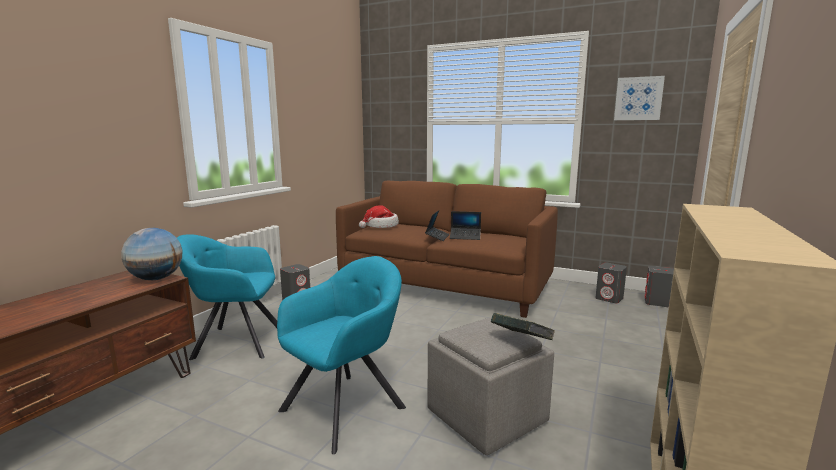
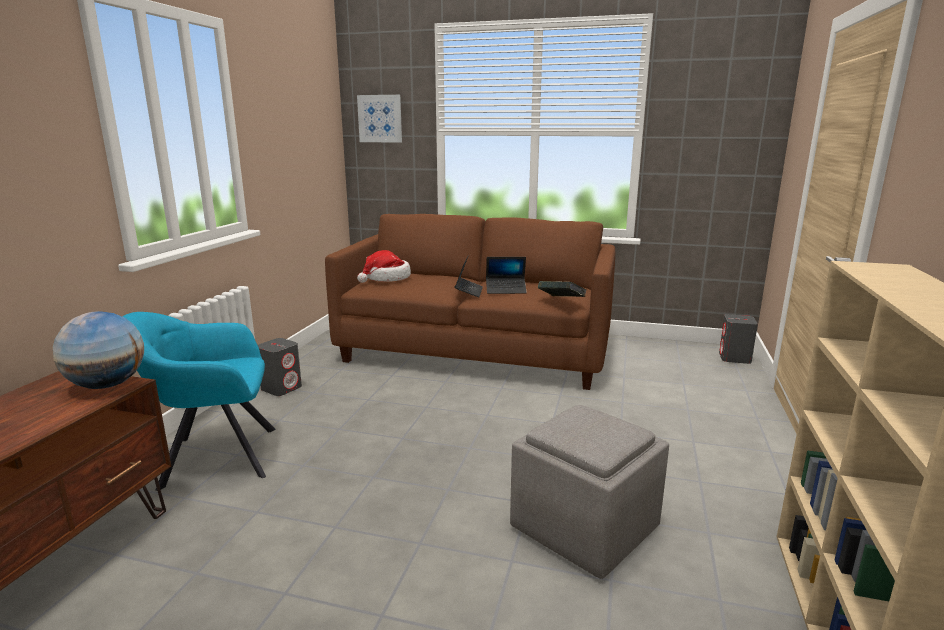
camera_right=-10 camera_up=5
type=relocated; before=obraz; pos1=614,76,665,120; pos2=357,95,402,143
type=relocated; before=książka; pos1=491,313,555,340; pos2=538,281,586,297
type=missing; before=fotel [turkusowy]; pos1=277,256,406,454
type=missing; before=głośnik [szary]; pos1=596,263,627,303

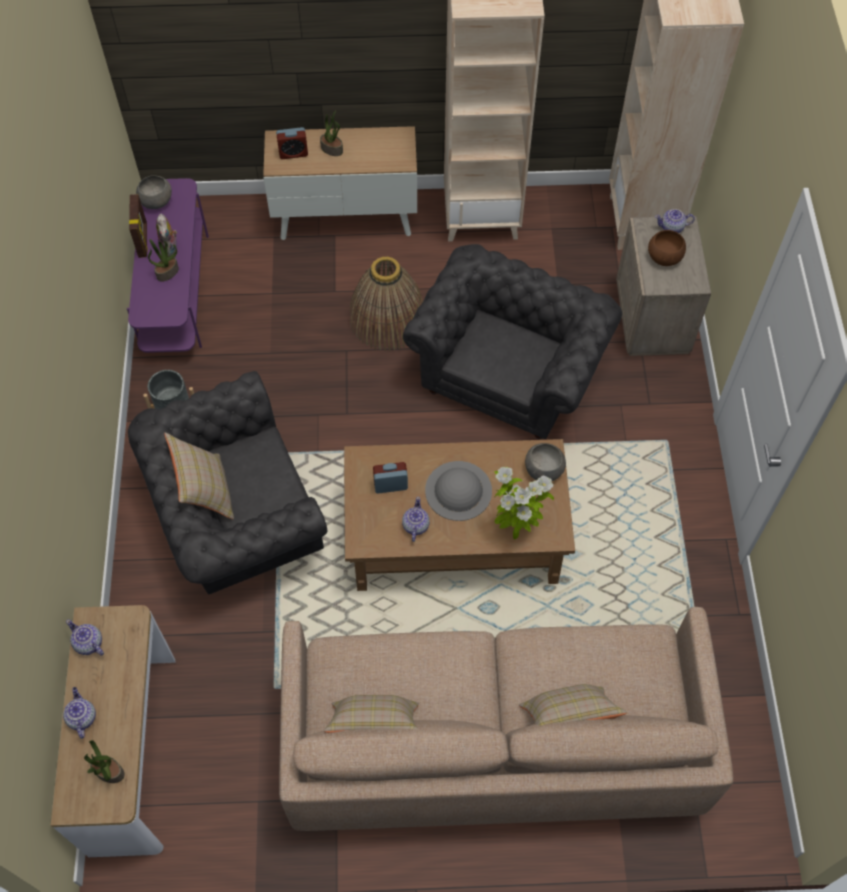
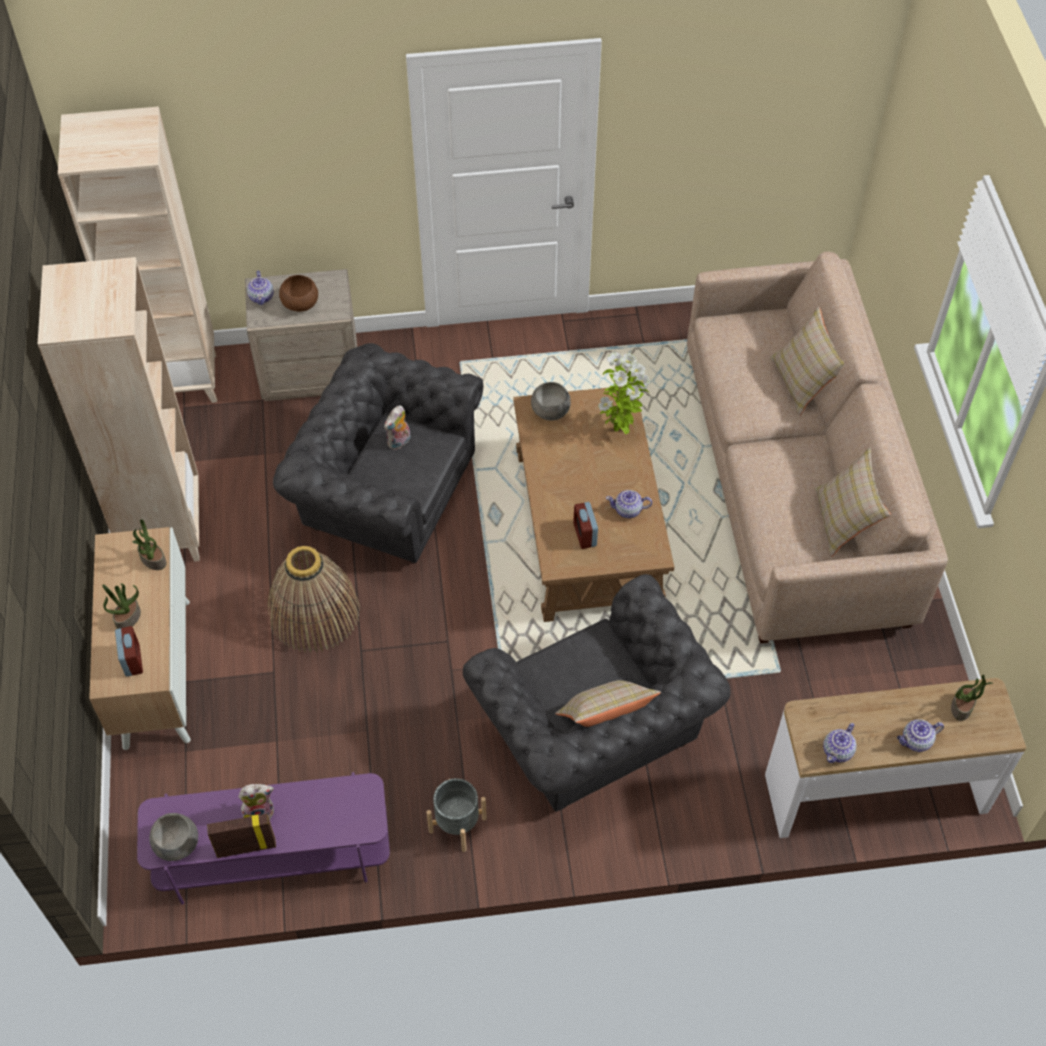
camera_right=-95 camera_up=-5
type=relocated; before=roślina doniczkowa; pos1=148,239,179,282; pos2=132,519,166,570
type=appeared; after=pluszak; pos2=384,405,411,450
type=missing; before=kapelusz [szary]; pos1=425,461,492,521

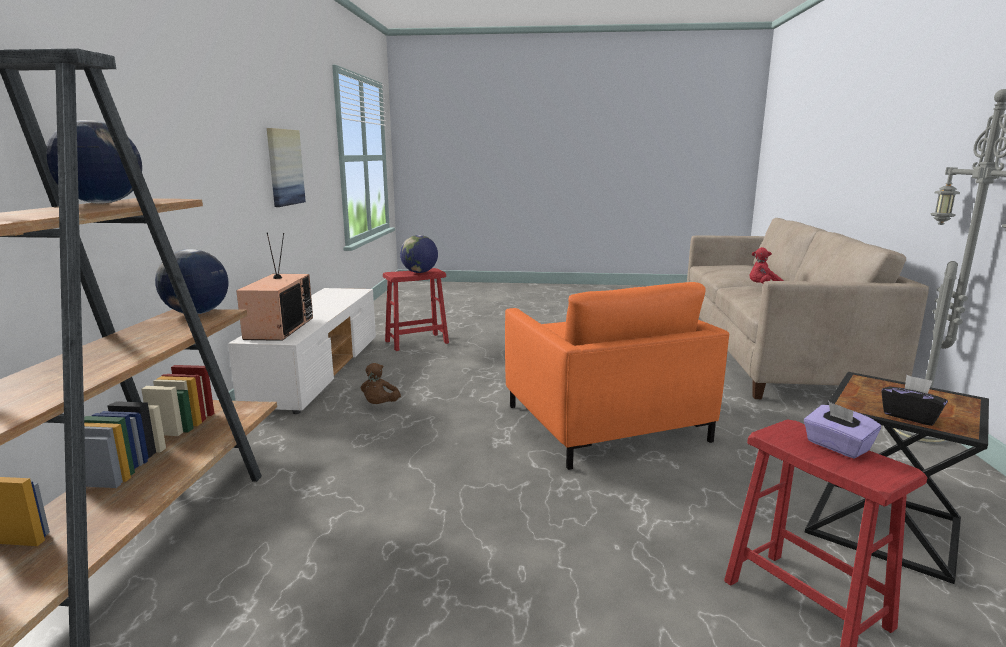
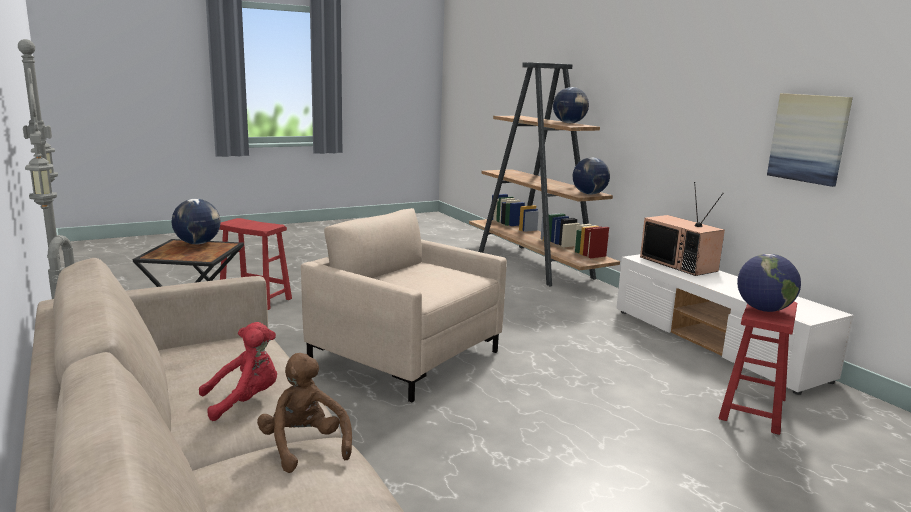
camera_right=145 camera_up=0
type=exchanged; before=pudełko chusteczek [czarny]; after=globus; pos1=881,375,948,426; pos2=172,199,220,244
type=relocated; before=pluszak [brązowy]; pos1=361,363,401,404; pos2=257,353,352,473
type=colour; before=fotel [pomarańczowy]; after=fotel [beżowy]; pos1=505,282,729,470; pos2=301,208,507,403
type=missing; before=pudełko chusteczek [fioletowy]; pos1=804,401,881,459

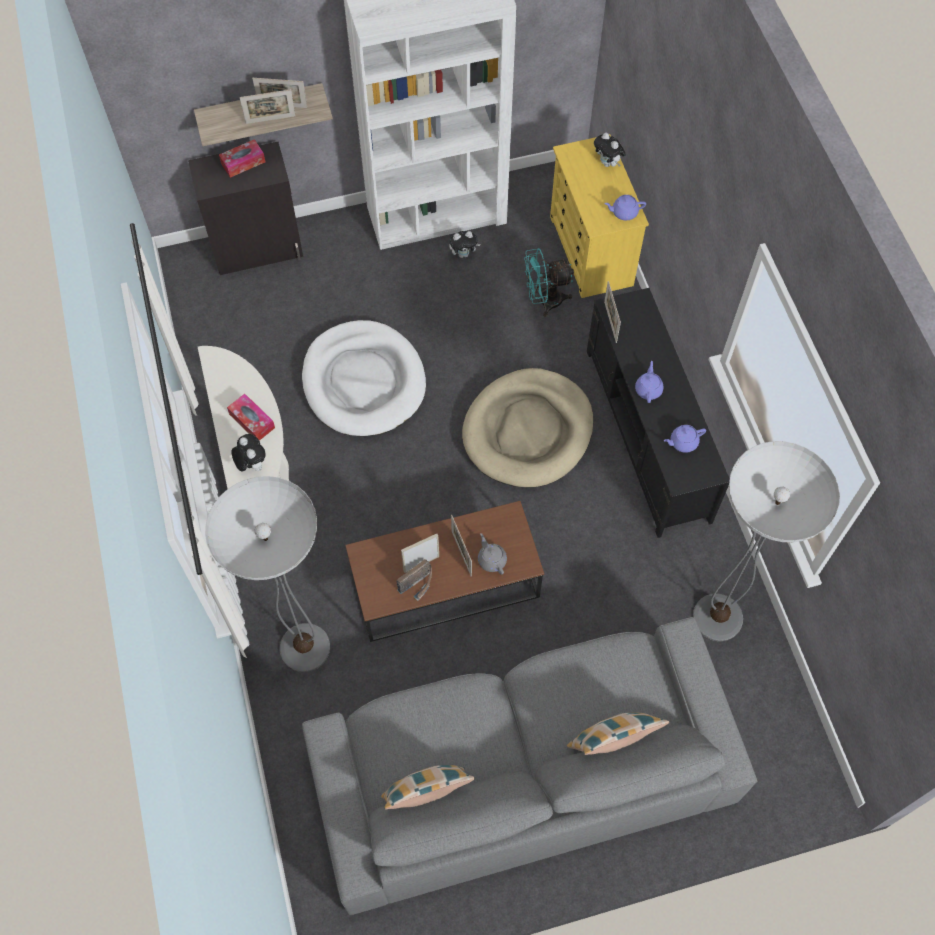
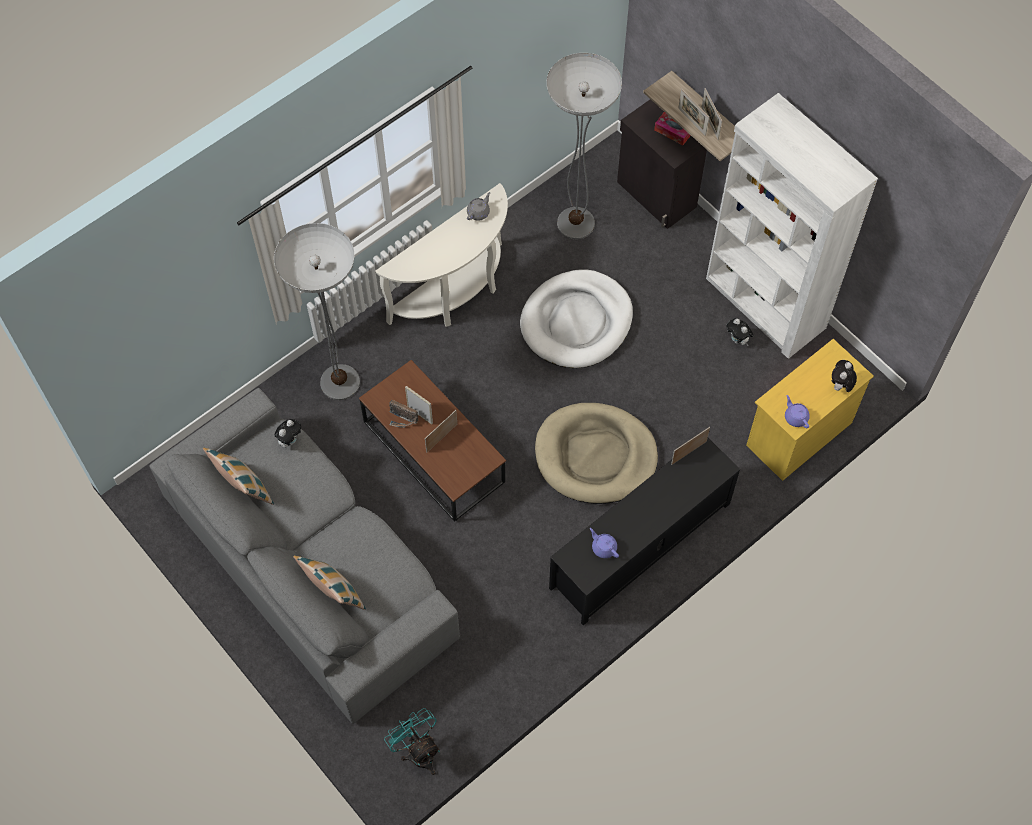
camera_right=65 camera_up=0
type=relocated; before=pluszak; pos1=231,434,266,472; pos2=274,419,301,448
type=relocated; before=wentylator [turkusowy]; pos1=524,248,574,317; pos2=384,708,440,775
type=relocated; before=imbryk [szary]; pos1=478,533,507,575; pos2=467,192,490,221
type=relocated; before=lampa stojąca; pos1=693,441,840,641; pos2=547,53,622,239
type=missing; before=pudełko chusteczek; pos1=227,394,275,441
type=missing; before=imbryk [fioletowy]; pos1=635,361,664,403

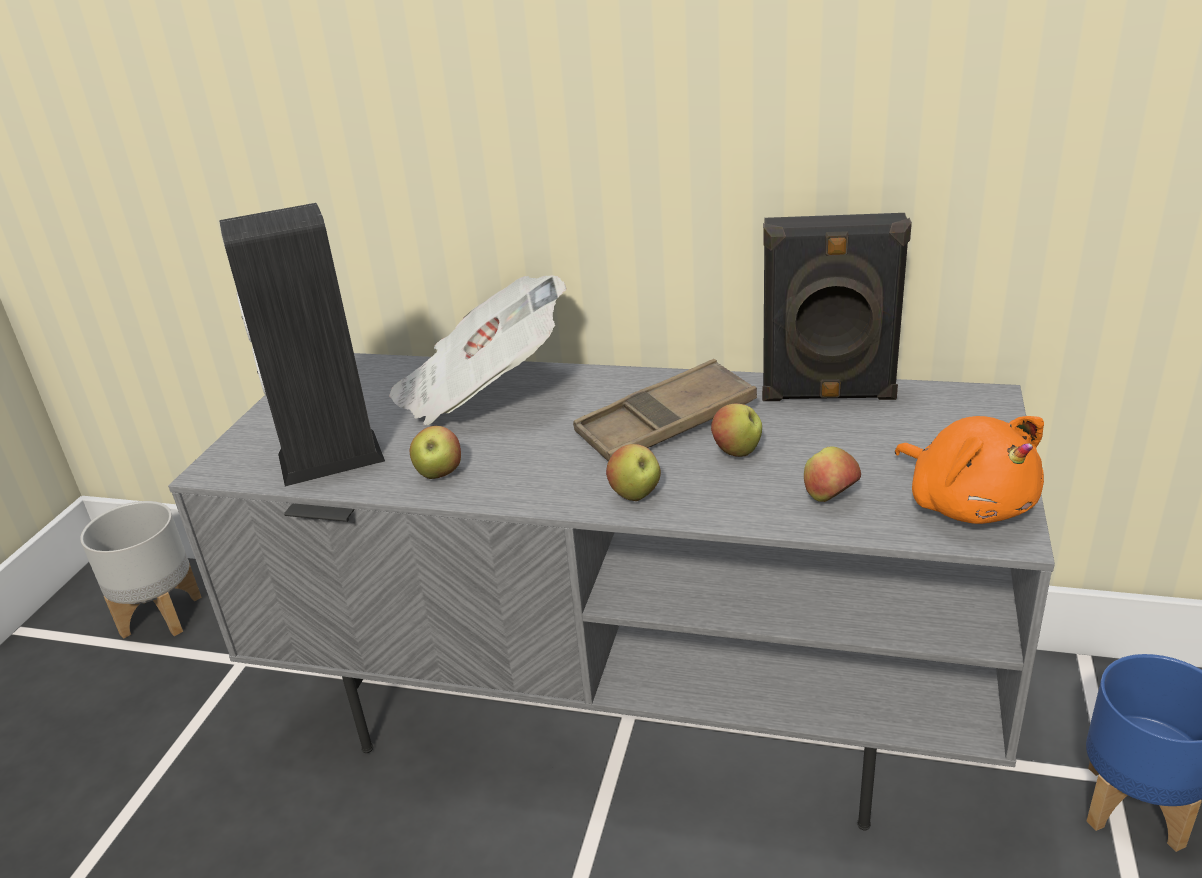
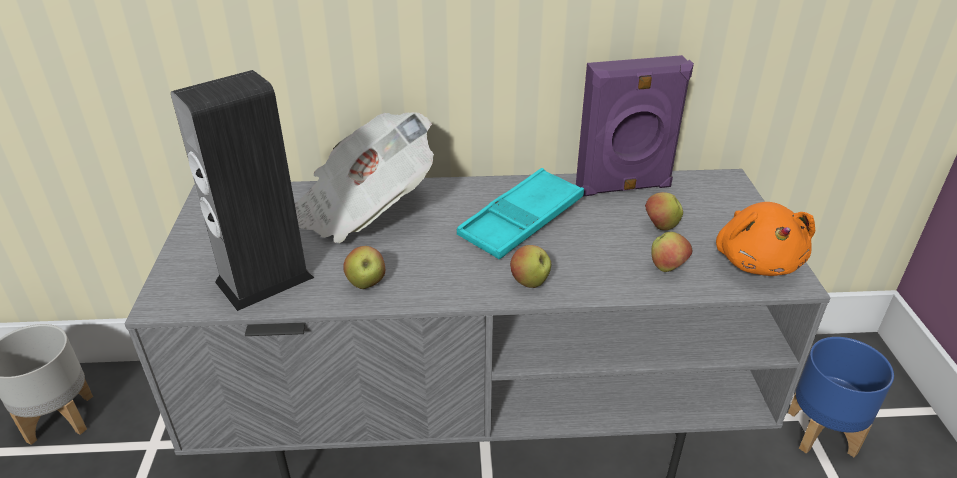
camera_right=-20 camera_up=5
type=colour; before=taca [brązowy]; after=taca [turkusowy]; pos1=573,359,757,461; pos2=457,168,584,259
type=colour; before=głośnik [czarny]; after=głośnik [fioletowy]; pos1=762,213,912,401; pos2=576,55,694,196
type=relocated; before=jabłko; pos1=711,404,762,457; pos2=645,192,683,230
type=spun; before=pluszak [pomarańczowy]; pos1=895,416,1044,524; pos2=716,202,815,276; turn=45

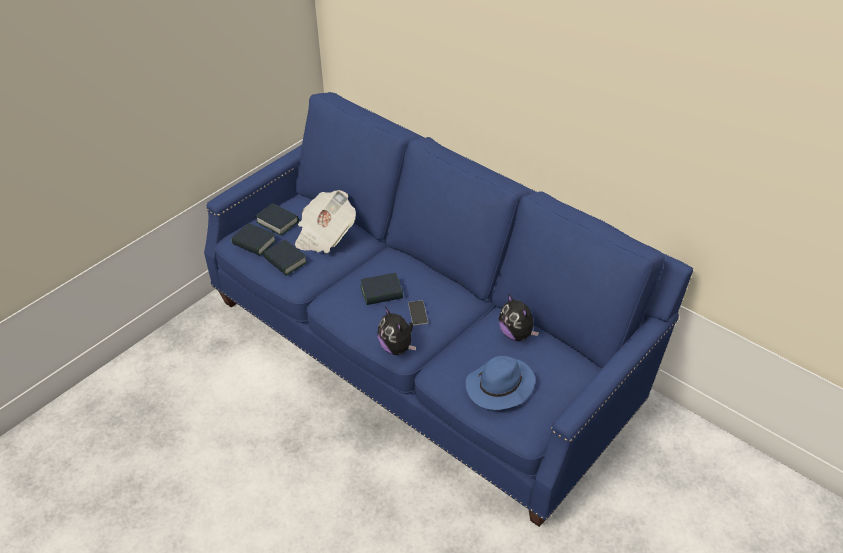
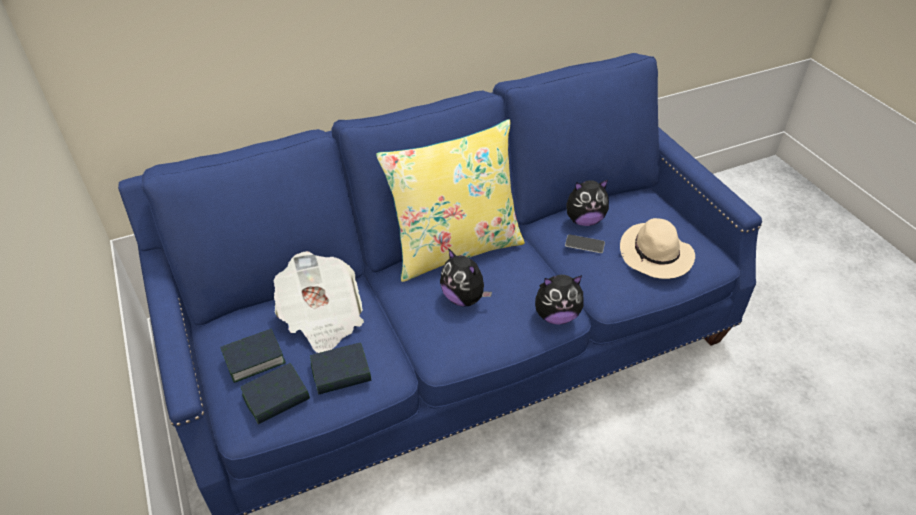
camera_right=-65 camera_up=0
type=appeared; after=poduszka [żółty]; pos2=376,119,525,282
type=exchanged; before=książka; after=pluszak; pos1=360,273,403,305; pos2=440,248,492,307
type=relocated; before=telefon; pos1=408,300,428,325; pos2=565,234,605,253
type=colour; before=kapelusz [niebieski]; after=kapelusz [beżowy]; pos1=466,356,535,410; pos2=620,218,695,279

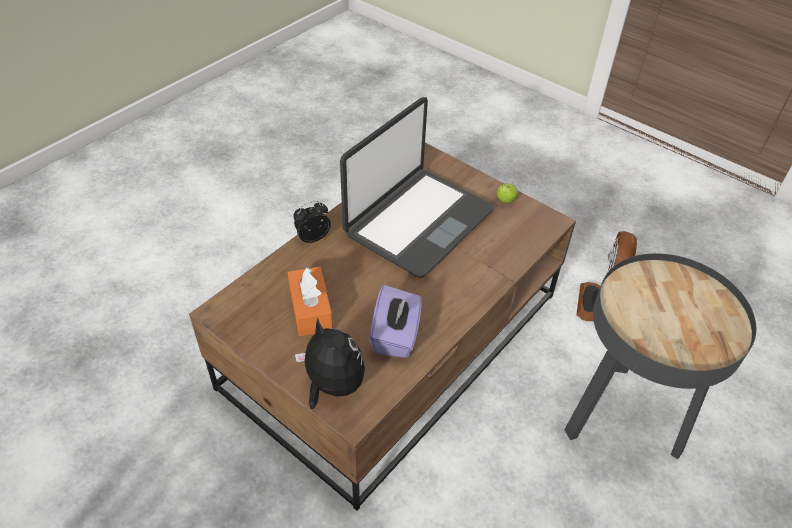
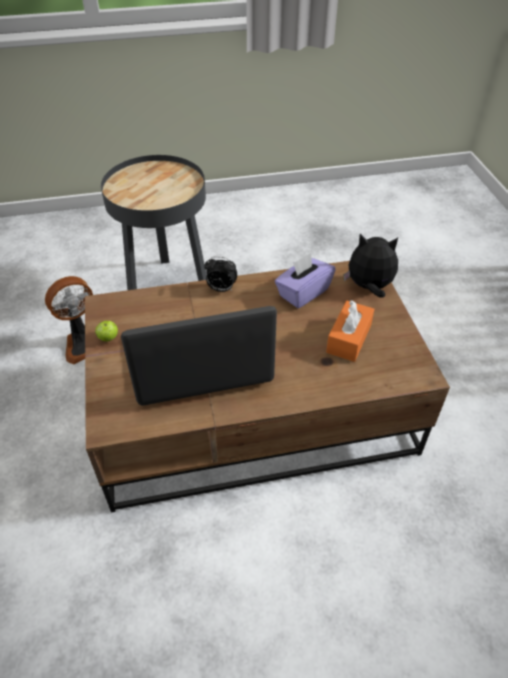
camera_right=-140 camera_up=0
type=relocated; before=budzik; pos1=293,201,331,243; pos2=204,257,238,292
type=spun; before=pluszak; pos1=295,317,365,409; pos2=344,234,398,297; turn=105

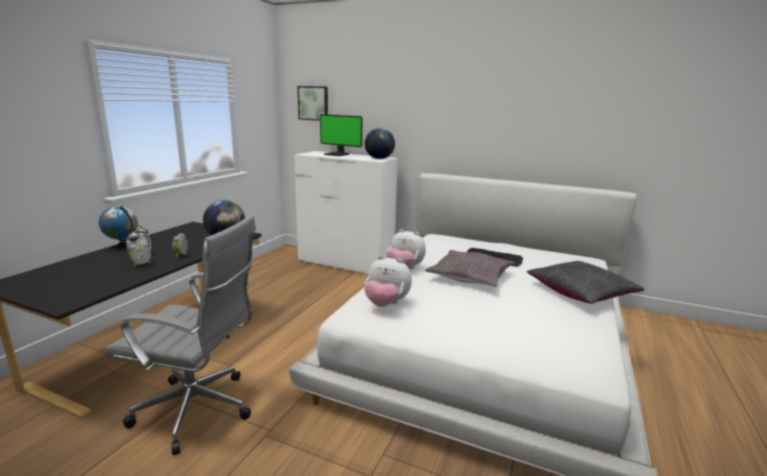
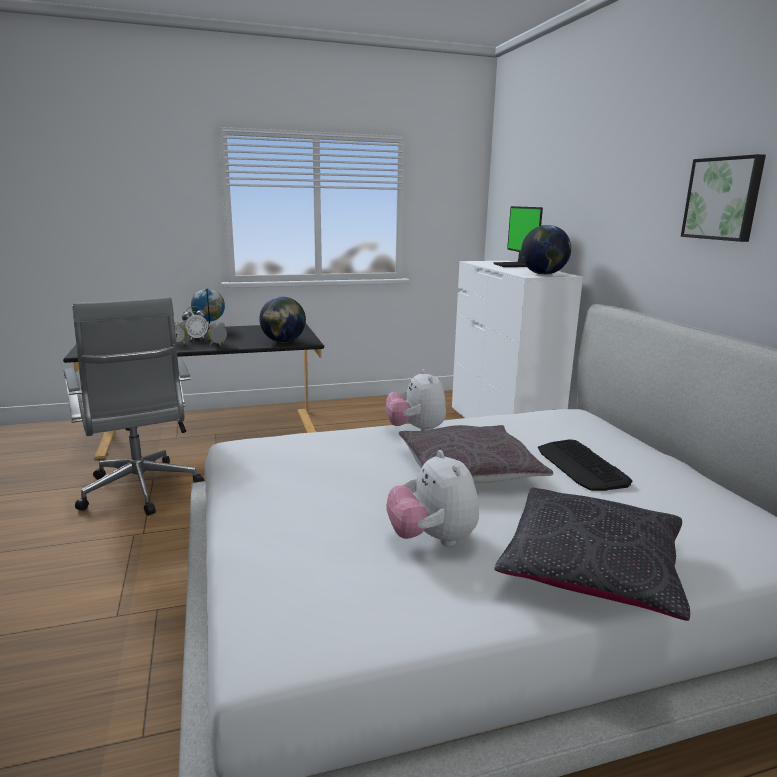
camera_right=50 camera_up=0
type=relocated; before=pluszak; pos1=364,255,412,307; pos2=386,450,479,546
type=relocated; before=obraz; pos1=298,86,328,121; pos2=681,154,766,242

